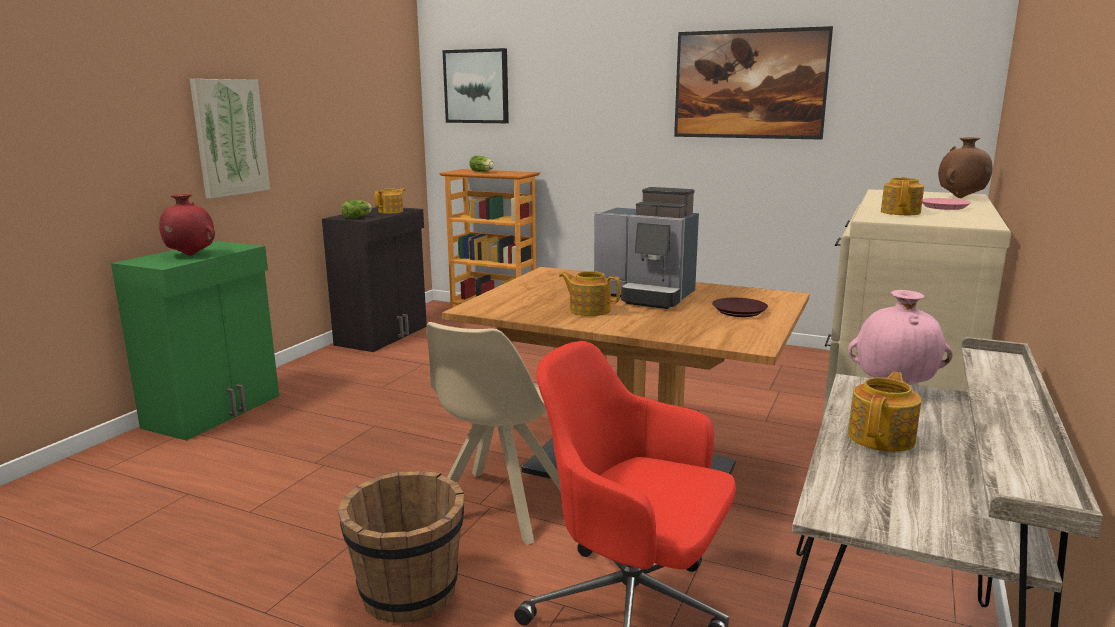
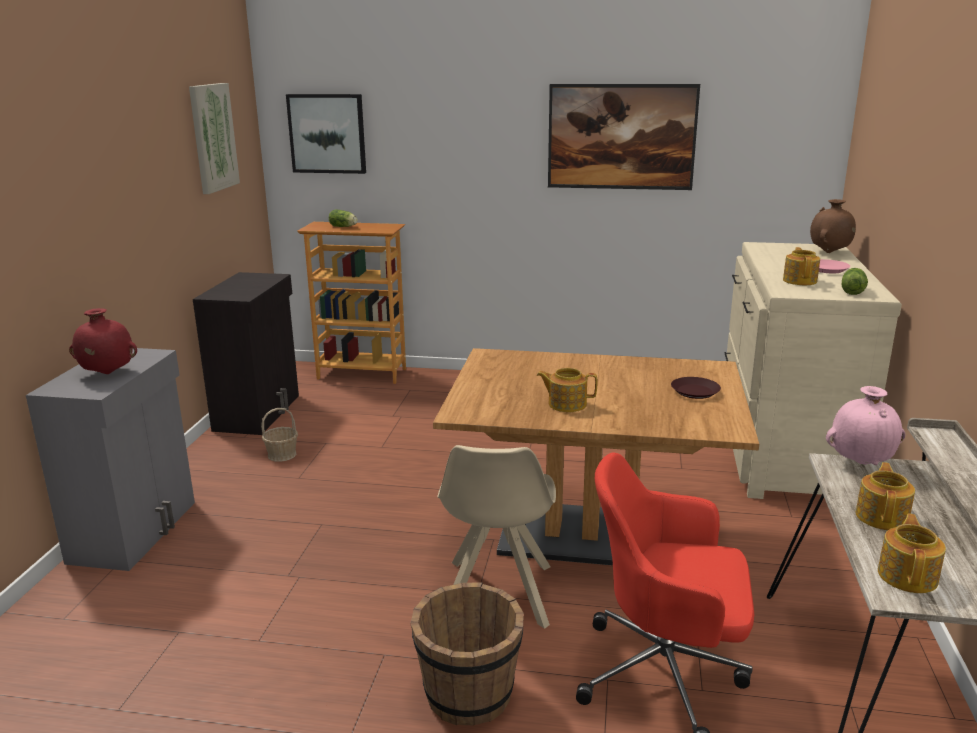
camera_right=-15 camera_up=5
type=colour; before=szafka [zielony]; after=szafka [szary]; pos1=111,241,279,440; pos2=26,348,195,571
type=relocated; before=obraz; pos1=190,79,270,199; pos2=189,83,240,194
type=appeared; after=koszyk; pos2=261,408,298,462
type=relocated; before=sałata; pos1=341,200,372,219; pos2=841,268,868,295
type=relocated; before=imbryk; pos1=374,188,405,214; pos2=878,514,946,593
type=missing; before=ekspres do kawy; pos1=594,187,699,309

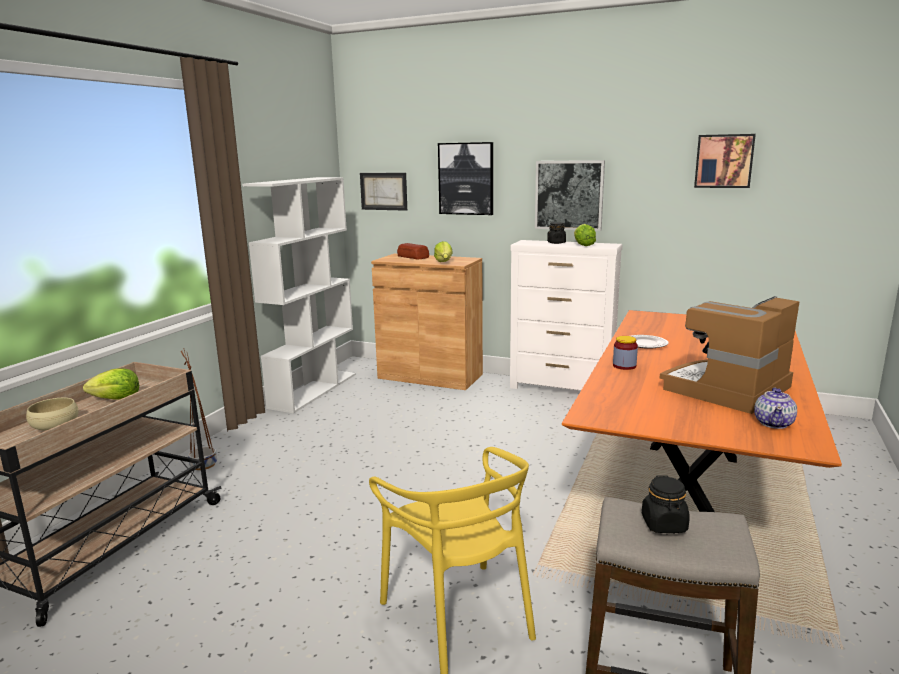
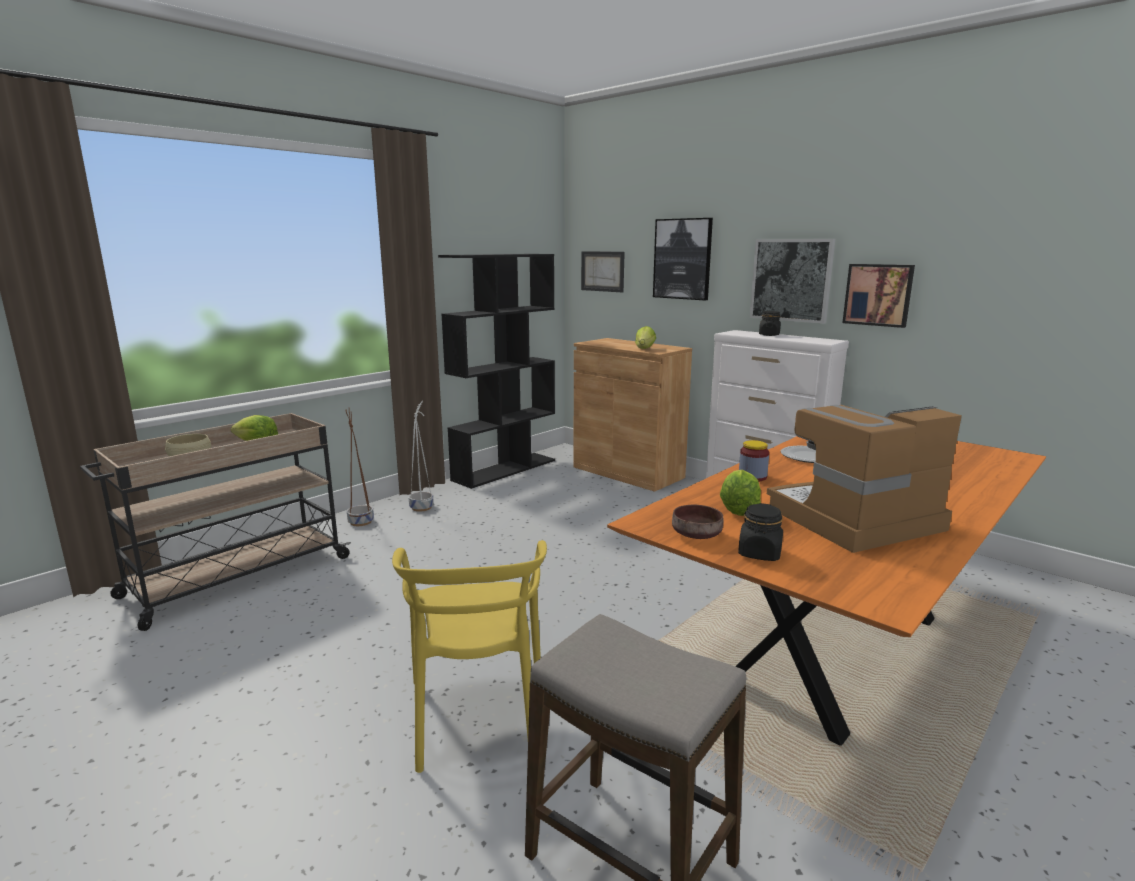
camera_right=20 camera_up=0
type=appeared; after=donica [biały]; pos2=409,401,434,512
type=colour; before=regał [biały]; after=regał [czarny]; pos1=242,177,356,413; pos2=438,254,555,489
type=appeared; after=miska [brązowy]; pos2=672,505,723,539
type=relocated; before=sałata; pos1=574,224,596,246; pos2=720,470,761,516
type=relocated; before=słoik [czarny]; pos1=642,475,690,533; pos2=738,503,783,561
type=relocated; before=obraz; pos1=694,134,756,188; pos2=842,264,915,328
type=missing; before=chleb; pos1=397,243,429,259
type=missing; before=imbryk; pos1=754,387,797,429

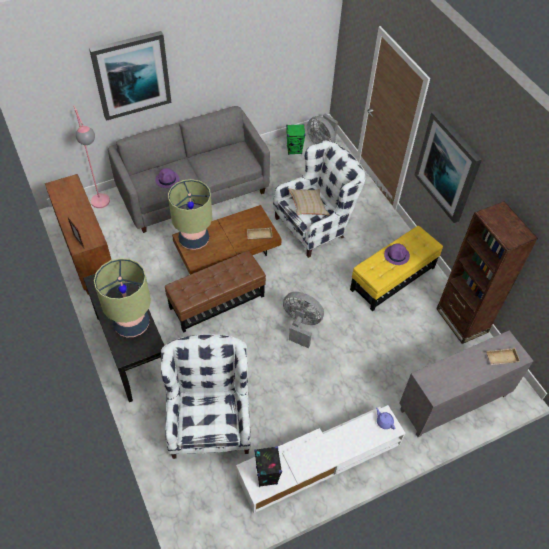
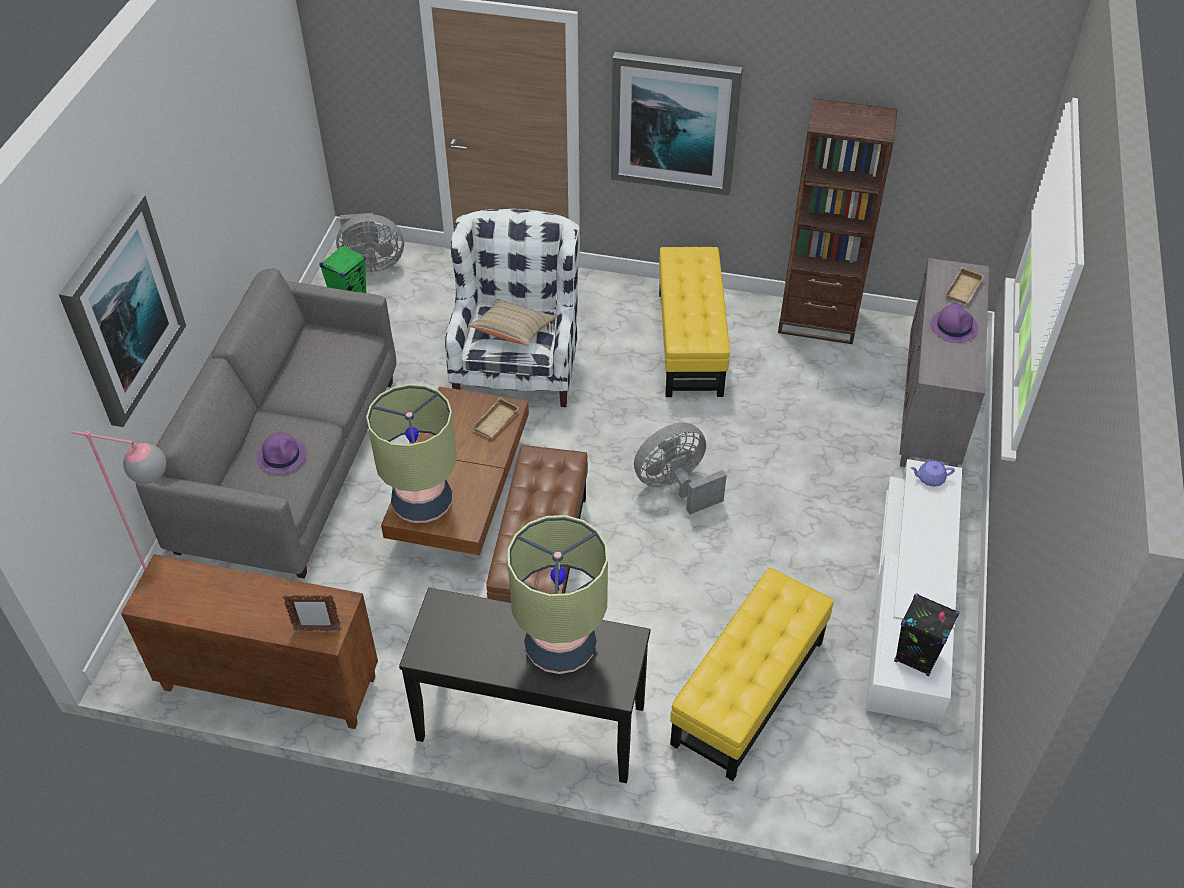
camera_right=-50 camera_up=-5
type=exchanged; before=fotel [biały]; after=pufa [żółty]; pos1=161,334,251,459; pos2=670,568,834,781
type=relocated; before=kapelusz [fioletowy]; pos1=384,243,410,265; pos2=930,304,978,343

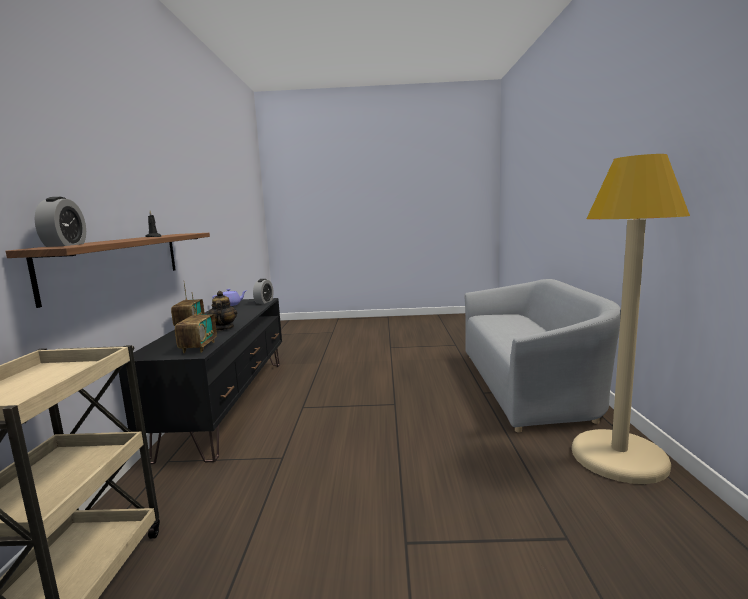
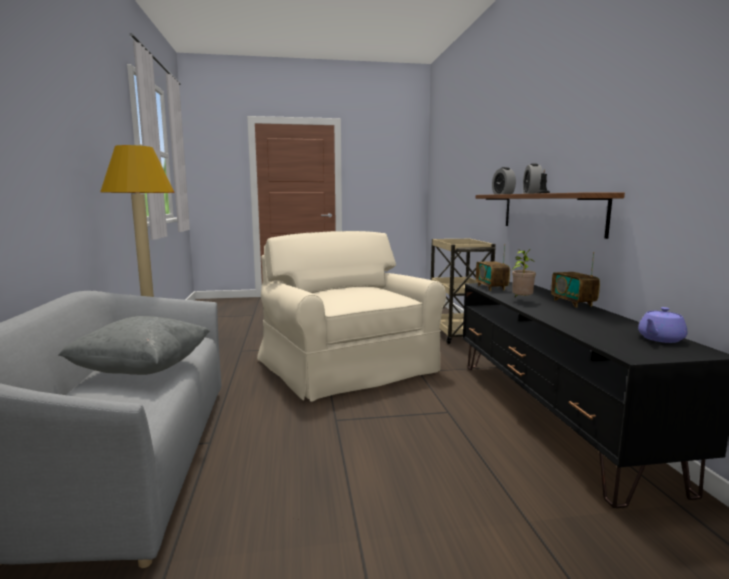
camera_right=170 camera_up=0
type=appeared; after=poduszka [szary]; pos2=58,316,210,375
type=appeared; after=fotel [beżowy]; pos2=257,231,446,402
type=exchanged; before=imbryk; after=roślina doniczkowa; pos1=207,291,238,331; pos2=512,249,536,297
type=relocated; before=budzik; pos1=253,279,274,304; pos2=523,163,543,194

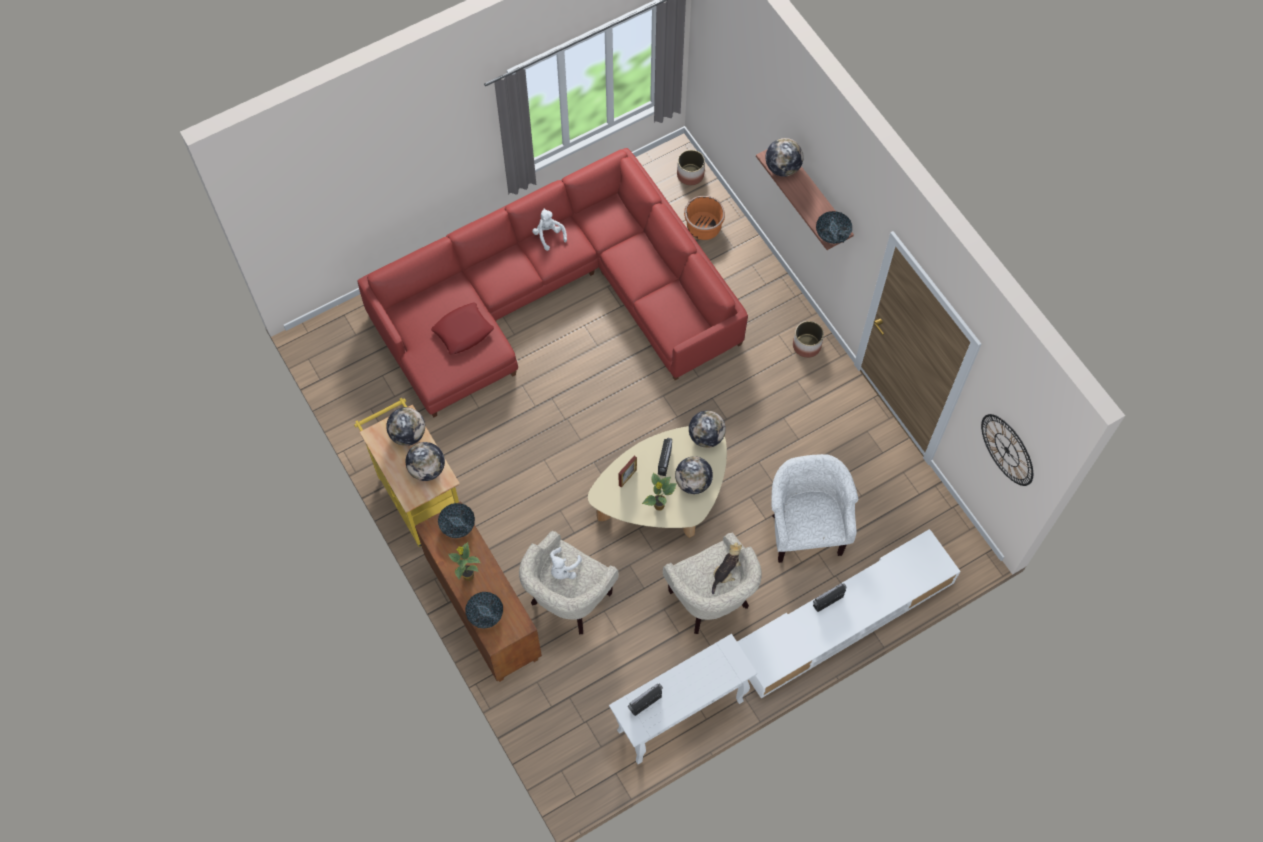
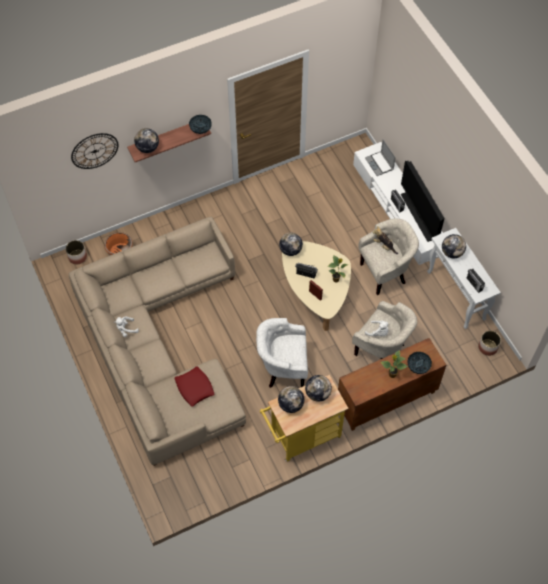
camera_right=-85 camera_up=-5
type=colour; before=kanapa [czerwony]; after=kanapa [beżowy]; pos1=358,148,748,418; pos2=69,217,246,466
type=relocated; before=zegar ścienny; pos1=981,414,1033,486; pos2=71,133,118,169
type=relocated; before=fotel [biały]; pos1=771,454,859,563; pos2=256,318,308,388
type=appeared; after=laptop; pos2=365,140,396,176
type=appeared; after=telewizor; pos2=401,161,445,242
type=relocated; before=globus; pos1=675,456,713,494; pos2=442,234,466,258
type=relocated; before=donica; pos1=793,321,824,358; pos2=478,331,501,356
type=missing; before=miska; pos1=438,503,475,538

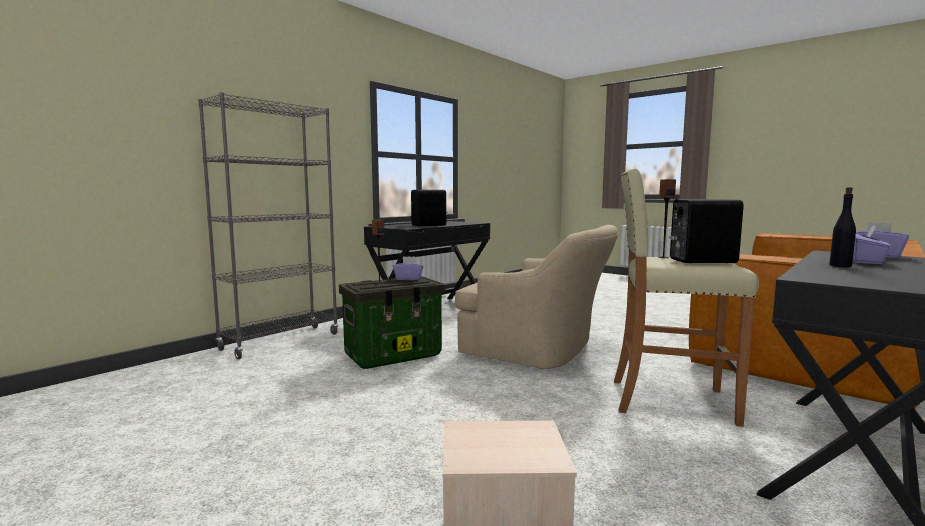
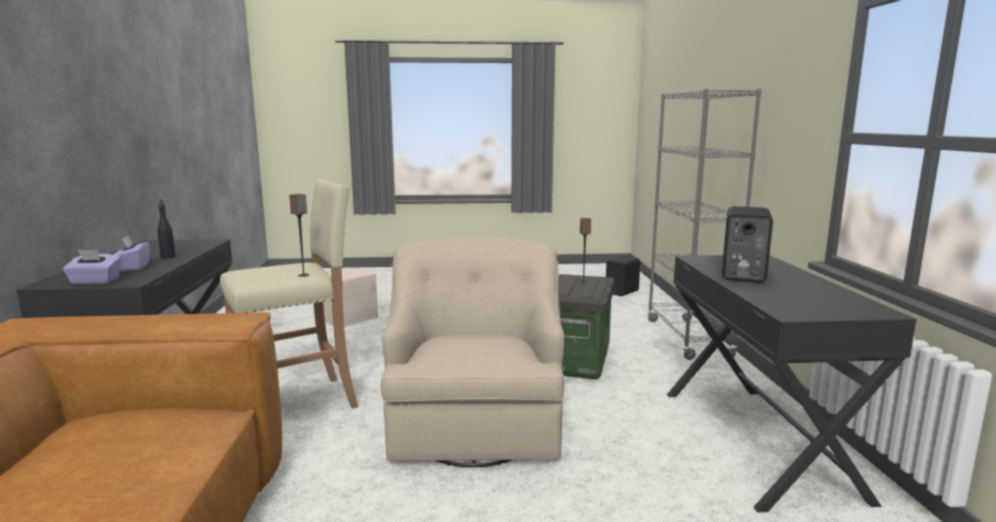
camera_right=135 camera_up=5
type=spun; before=fotel [beżowy]; pos1=455,225,619,369; pos2=381,238,564,467; turn=105
type=relocated; before=głośnik [czarny]; pos1=669,199,744,263; pos2=606,256,640,296
type=missing; before=pudełko chusteczek [fioletowy]; pos1=393,256,423,280

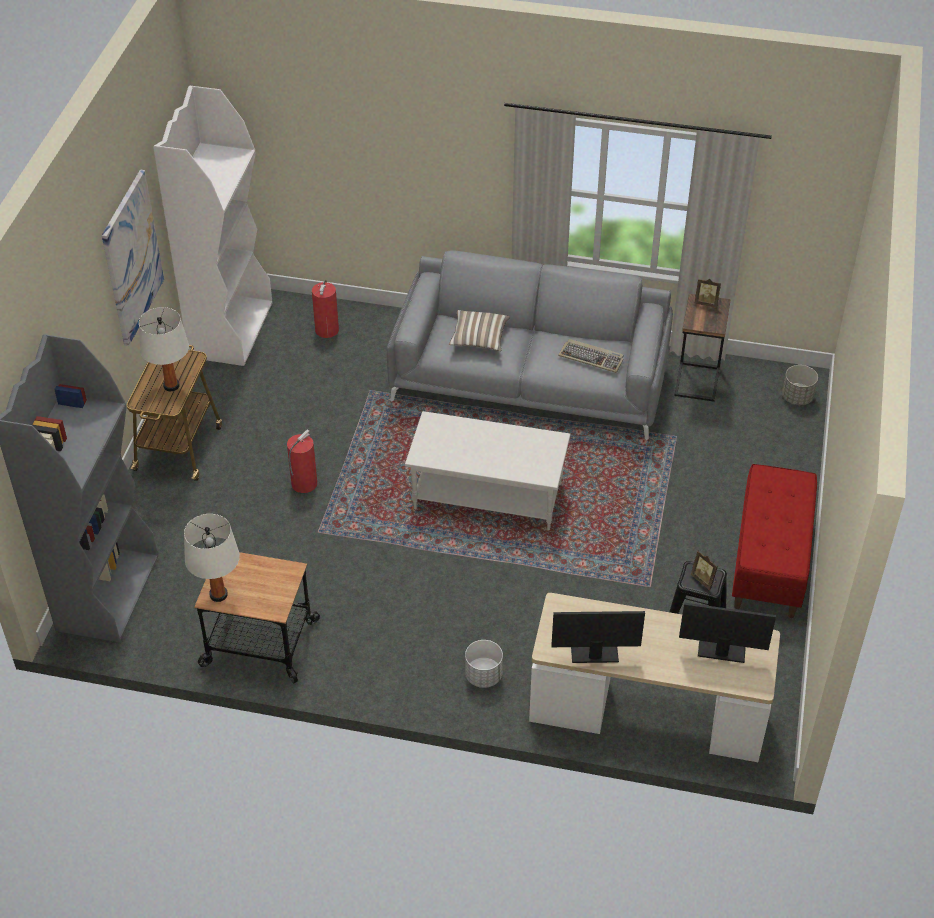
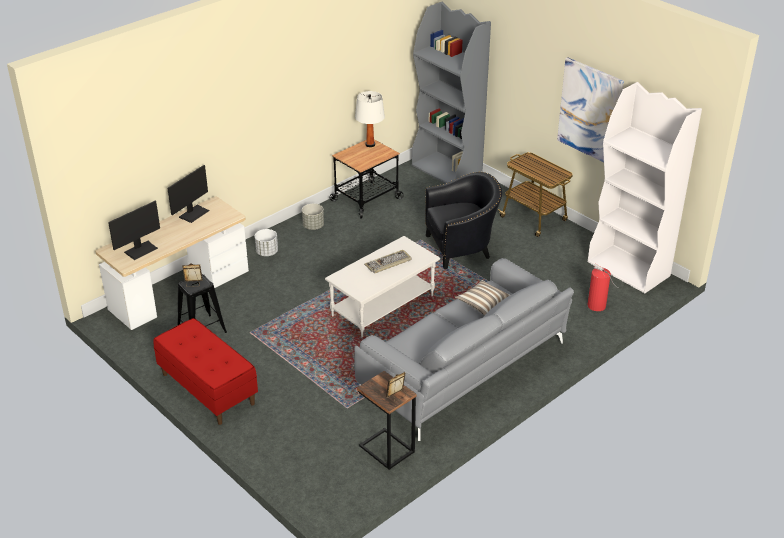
camera_right=125 camera_up=-10
type=relocated; before=donica [szary]; pos1=782,365,818,405; pos2=302,204,324,230
type=relocated; before=klawiatura; pos1=558,339,624,373; pos2=364,250,411,273
type=exchanged; before=gaśnica; after=fotel [czarny]; pos1=287,430,317,493; pos2=425,172,502,269
type=missing; before=lampa stołowa [biały]; pos1=139,307,189,391

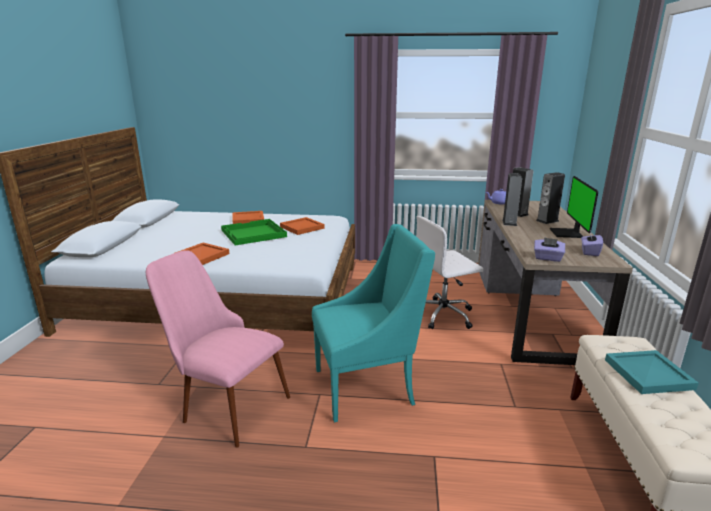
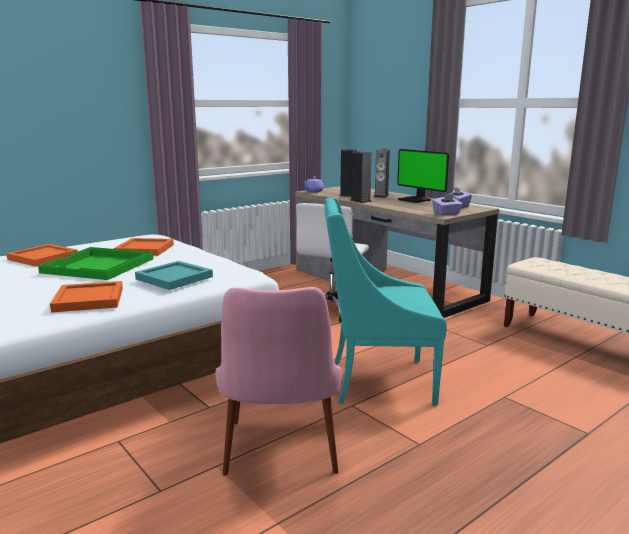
camera_right=-45 camera_up=-5
type=relocated; before=taca [turkusowy]; pos1=605,350,699,394; pos2=135,261,213,290
type=spun; before=krzesło [różowy]; pos1=146,250,290,448; pos2=216,287,342,476; turn=-75
type=spun; before=fotel [turkusowy]; pos1=312,224,435,423; pos2=324,198,447,405; turn=-120

